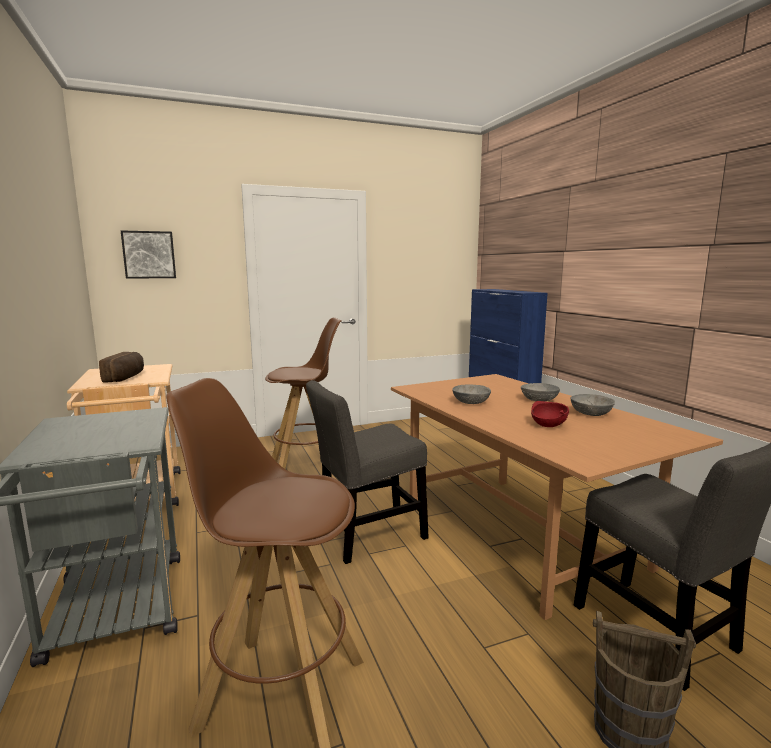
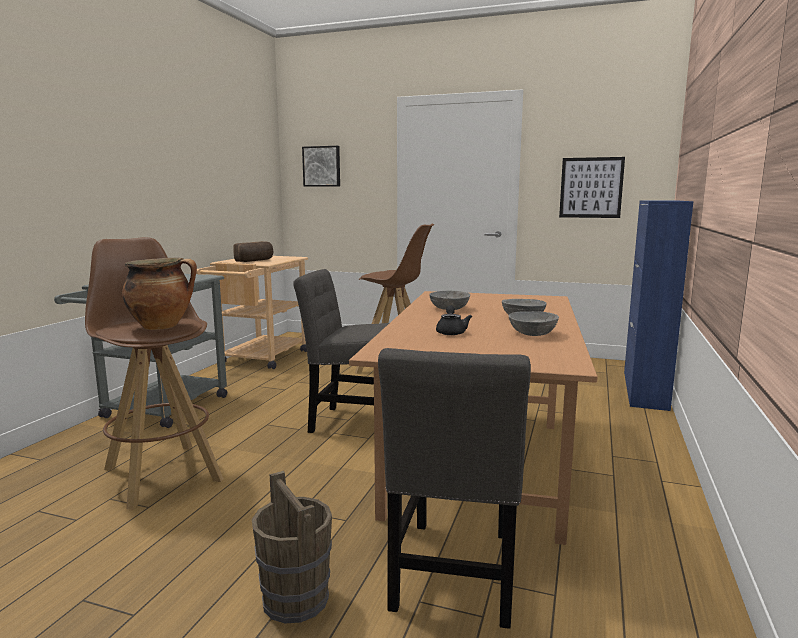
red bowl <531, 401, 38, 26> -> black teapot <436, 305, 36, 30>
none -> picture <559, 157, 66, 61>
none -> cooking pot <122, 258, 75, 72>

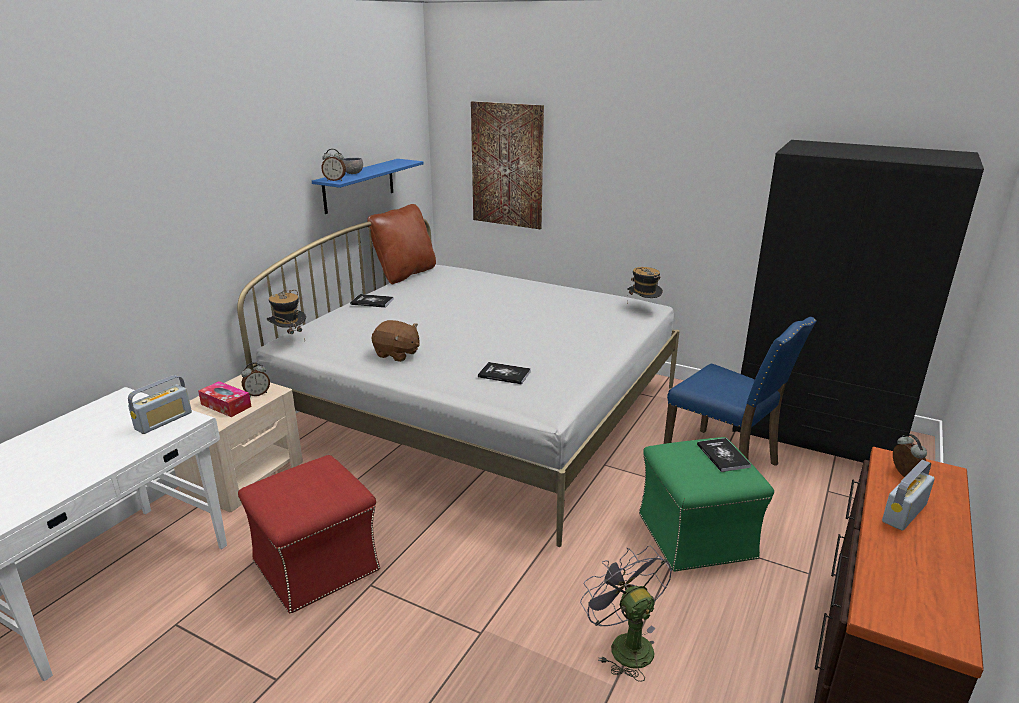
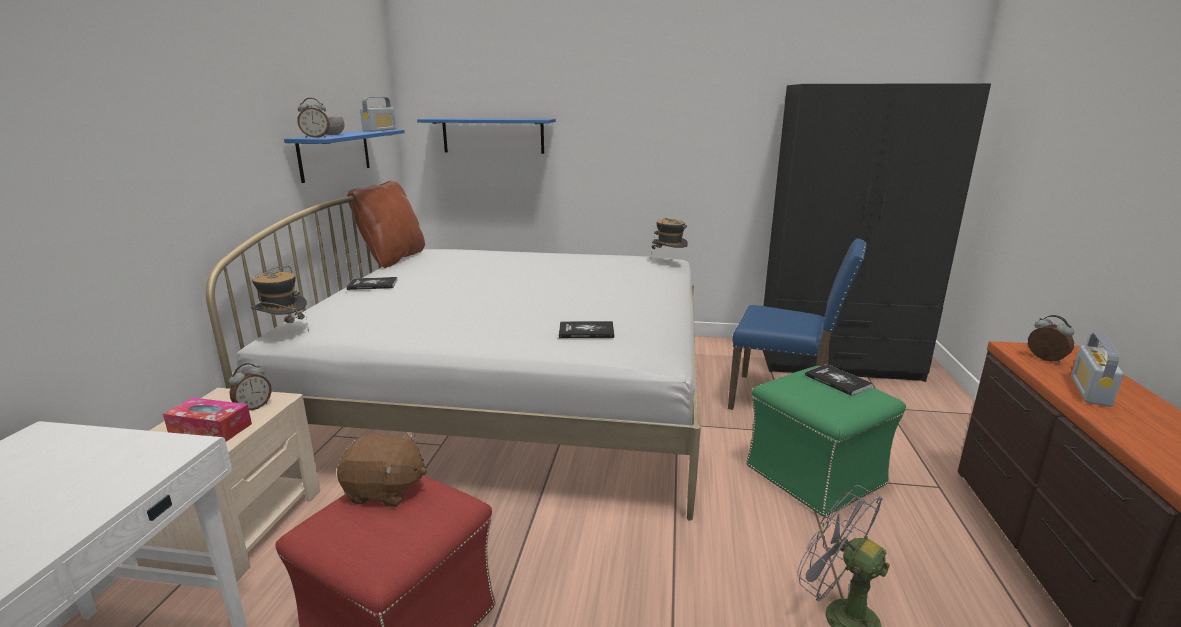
picture <471, 101, 73, 128> -> blue shelf <417, 118, 139, 36>
brown plush toy <372, 320, 48, 42> -> brown plush toy <337, 433, 90, 74>, moved
radio <128, 375, 64, 59> -> radio <360, 97, 36, 35>, moved

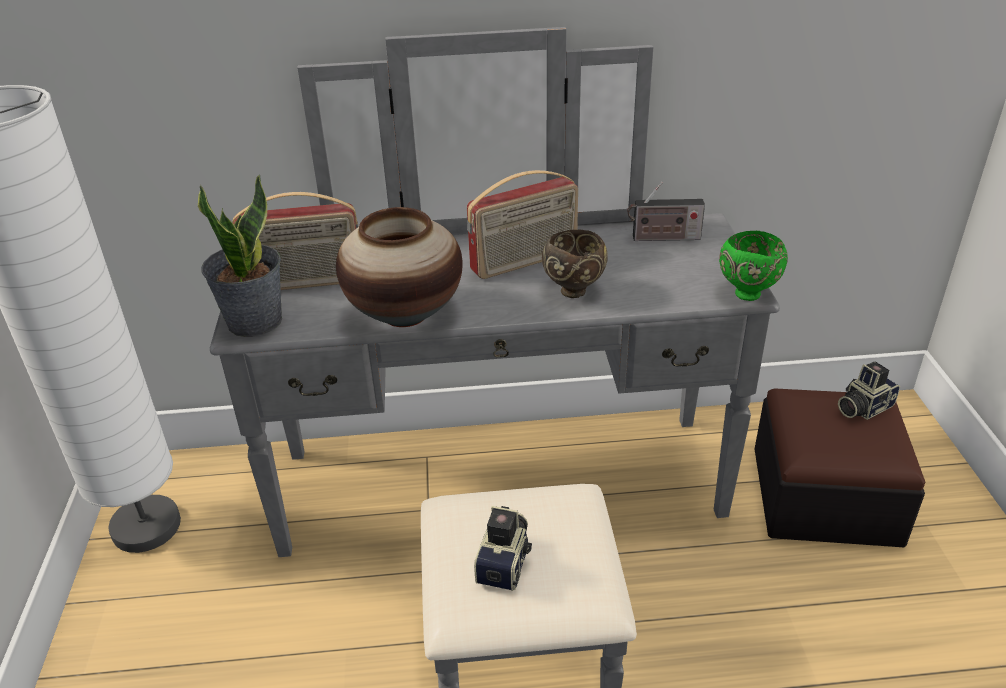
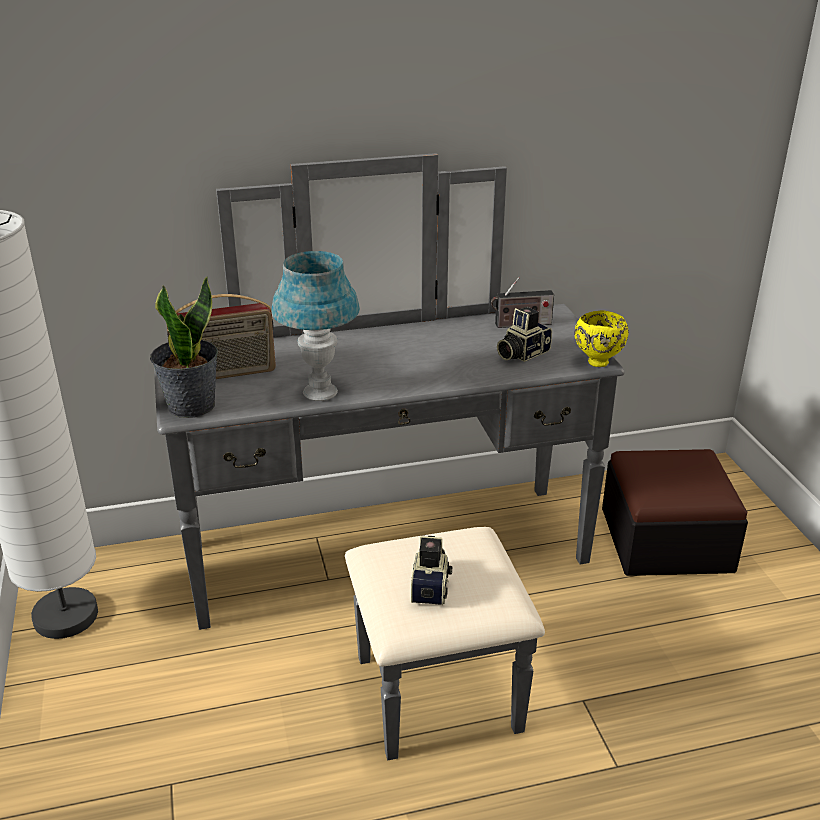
radio <467, 170, 111, 109> -> none
vase <336, 207, 127, 120> -> blue table lamp <272, 251, 88, 150>
brown bowl <542, 230, 66, 68> -> none
green bowl <719, 231, 69, 70> -> yellow bowl <574, 310, 55, 57>
photo camera <838, 361, 62, 59> -> photo camera <497, 307, 55, 55>, moved

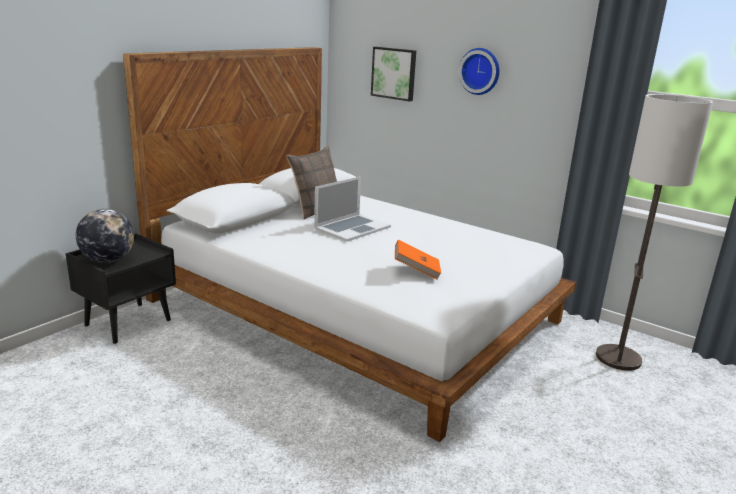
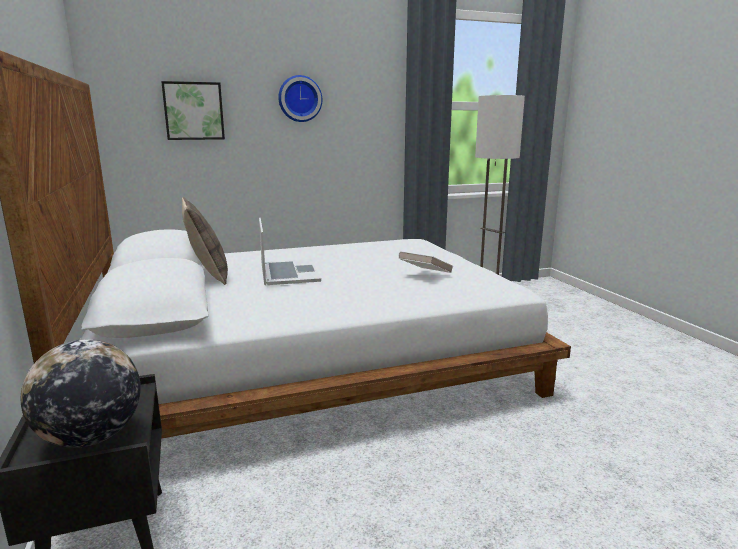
orange book <395, 240, 46, 40> -> white book <398, 251, 55, 22>

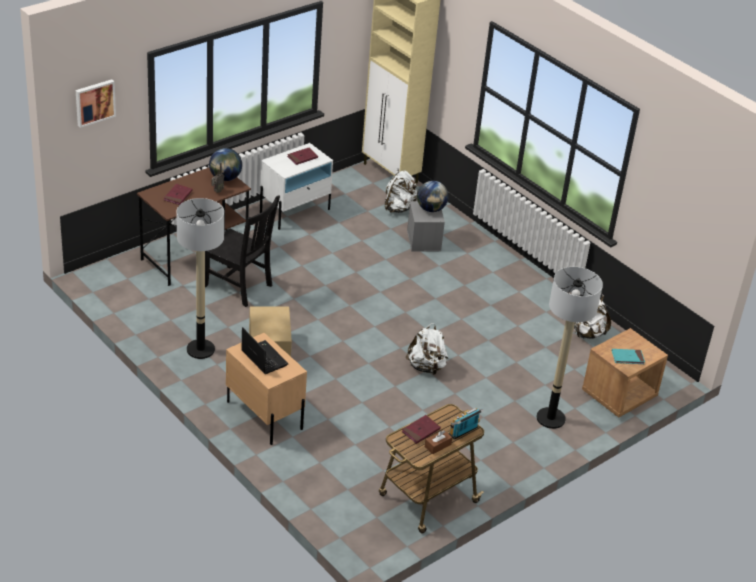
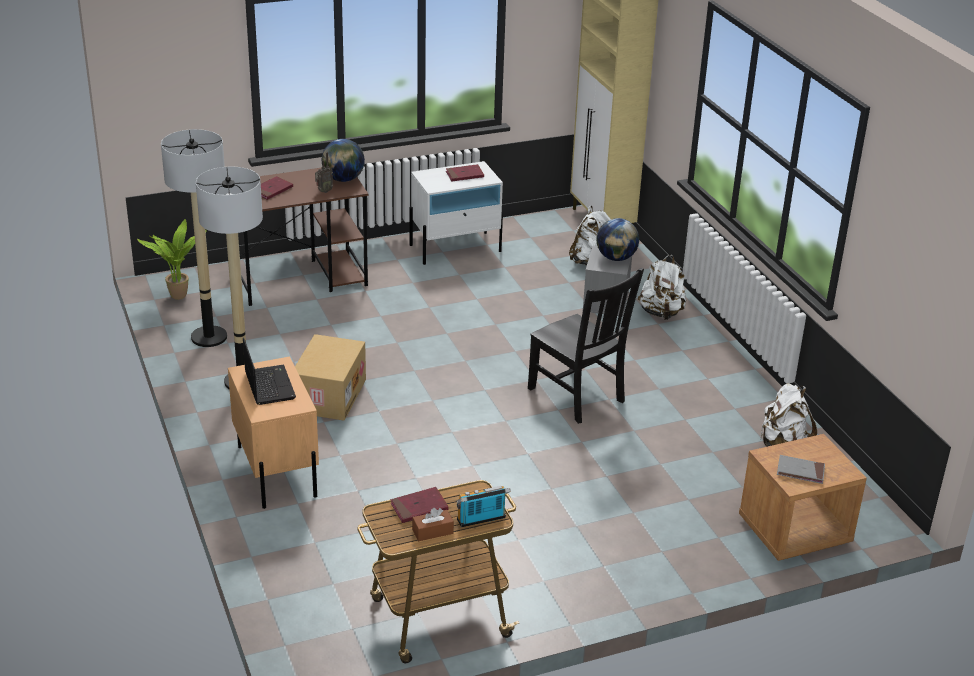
picture <76, 79, 40, 49> -> none
black chair <205, 195, 75, 112> -> black chair <528, 268, 116, 156>, moved
floor lamp <536, 267, 67, 162> -> floor lamp <161, 129, 66, 218>, moved
white backpack <406, 323, 43, 52> -> white backpack <638, 255, 48, 65>, moved
turquoise book <612, 349, 33, 15> -> grey book <777, 455, 48, 29>
none -> potted plant <137, 219, 70, 81>

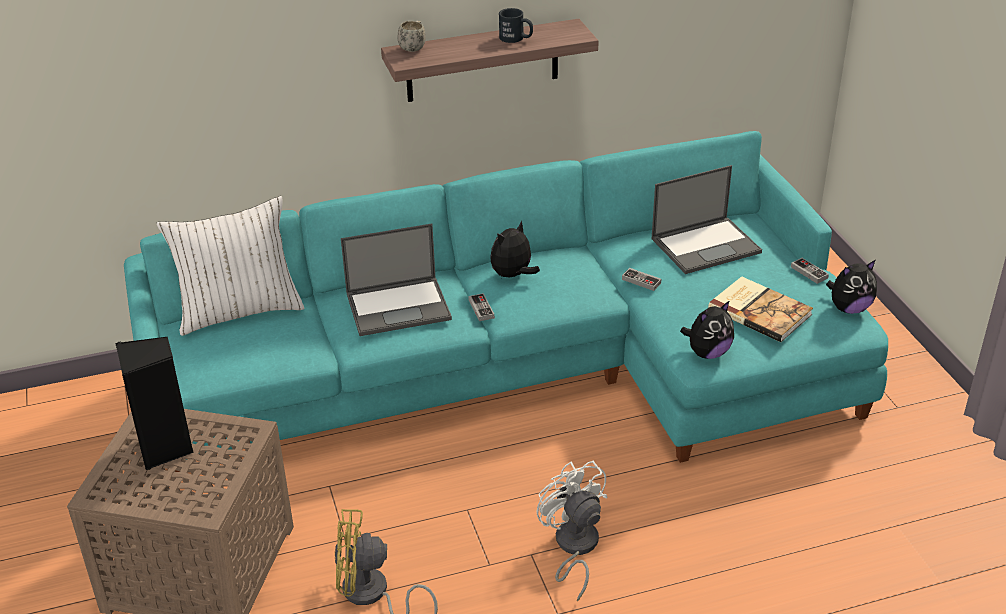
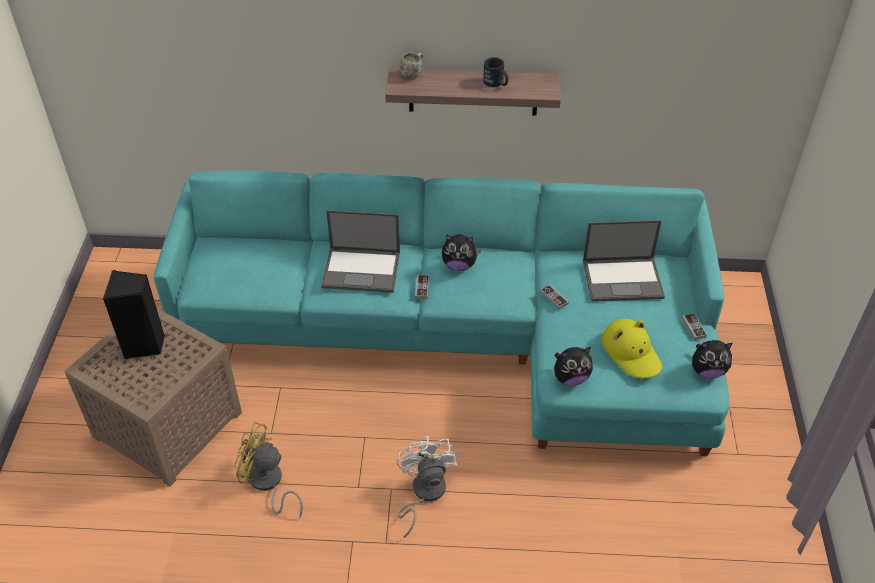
white pillow <157, 196, 147, 140> -> none
plush toy <490, 221, 50, 56> -> plush toy <442, 234, 39, 37>, 150 degrees counterclockwise
book <708, 276, 105, 66> -> yellow hat <602, 319, 60, 59>

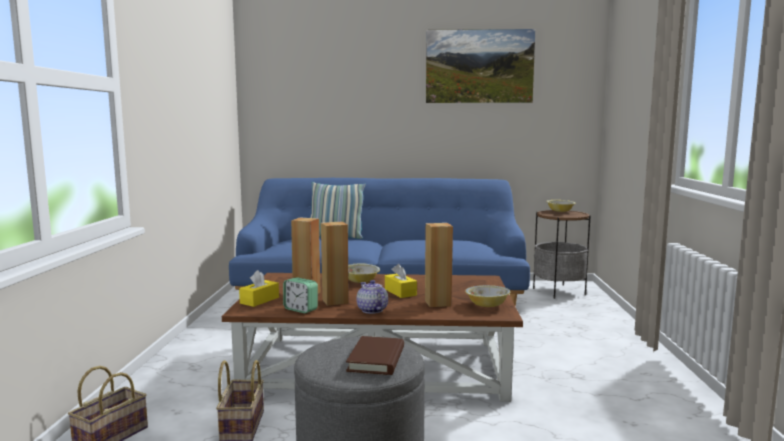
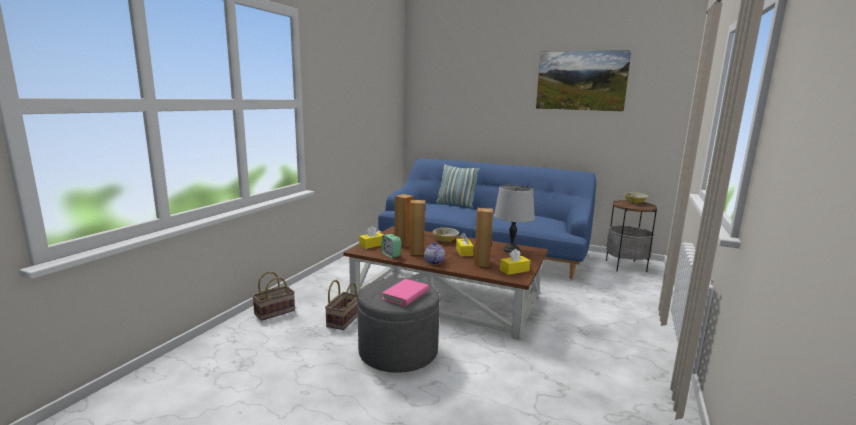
bowl <465, 285, 45, 22> -> yellow tissue box <500, 249, 30, 26>
brown book <346, 336, 58, 39> -> pink book <382, 279, 47, 27>
none -> grey table lamp <494, 185, 41, 68>

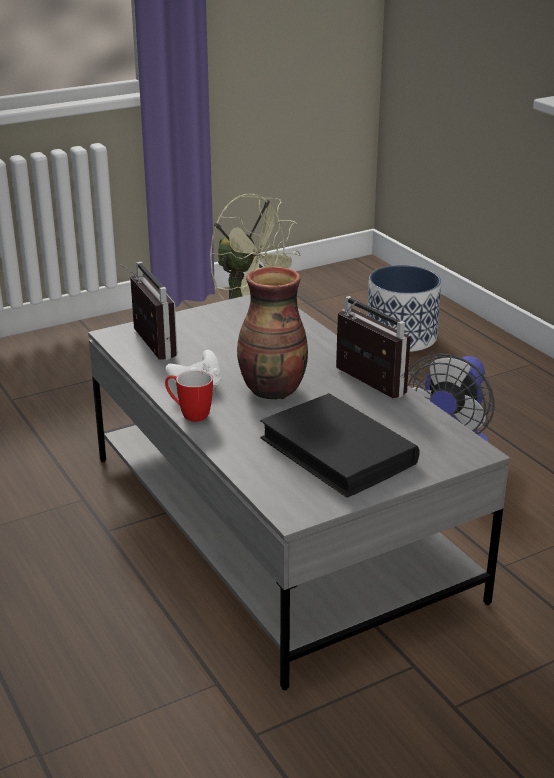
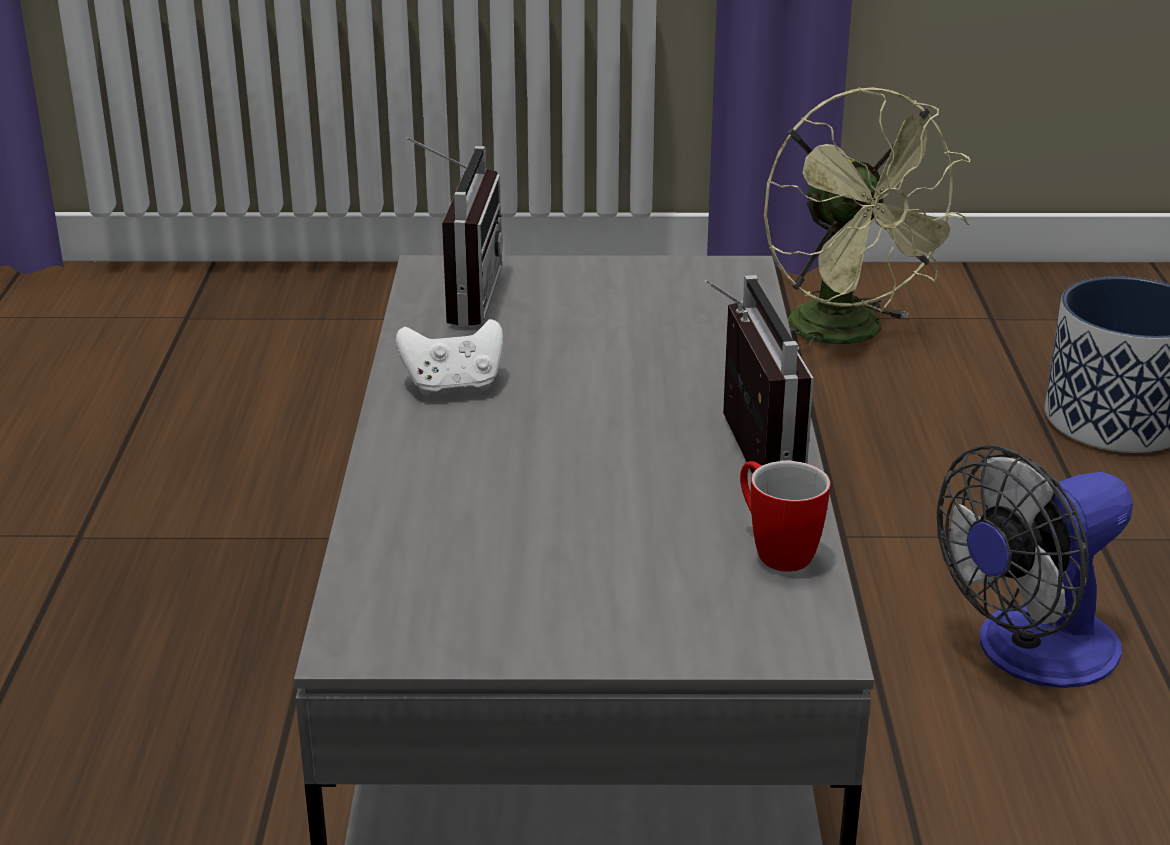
vase <237, 267, 71, 133> -> none
mug <165, 370, 48, 52> -> mug <740, 461, 91, 111>, moved
black book <260, 393, 160, 105> -> none

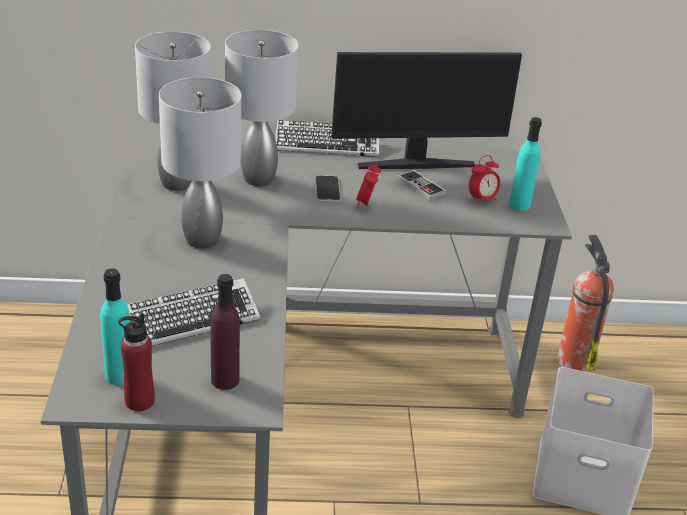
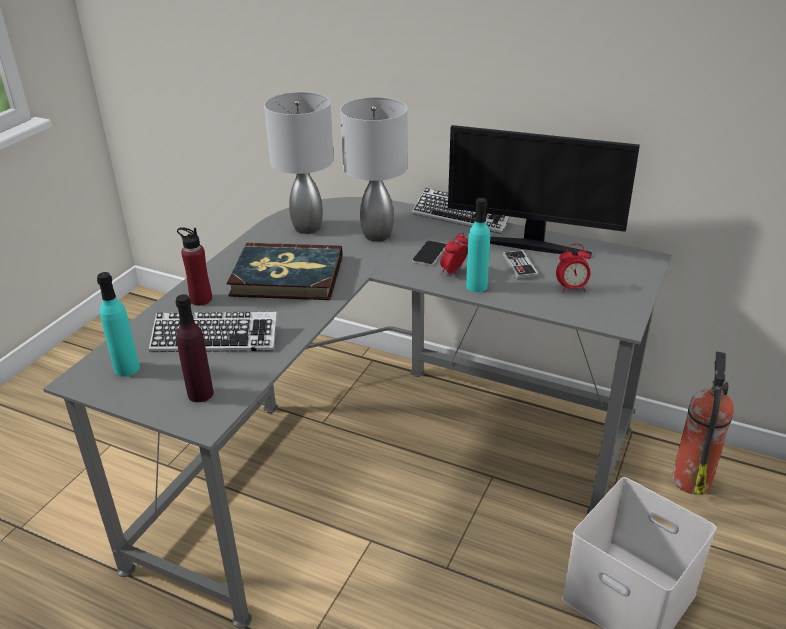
grey table lamp <159, 77, 82, 172> -> book <227, 243, 115, 57>
turquoise bottle <509, 117, 33, 94> -> turquoise bottle <466, 198, 24, 94>, moved
red bottle <118, 313, 37, 98> -> red bottle <177, 227, 35, 79>, moved

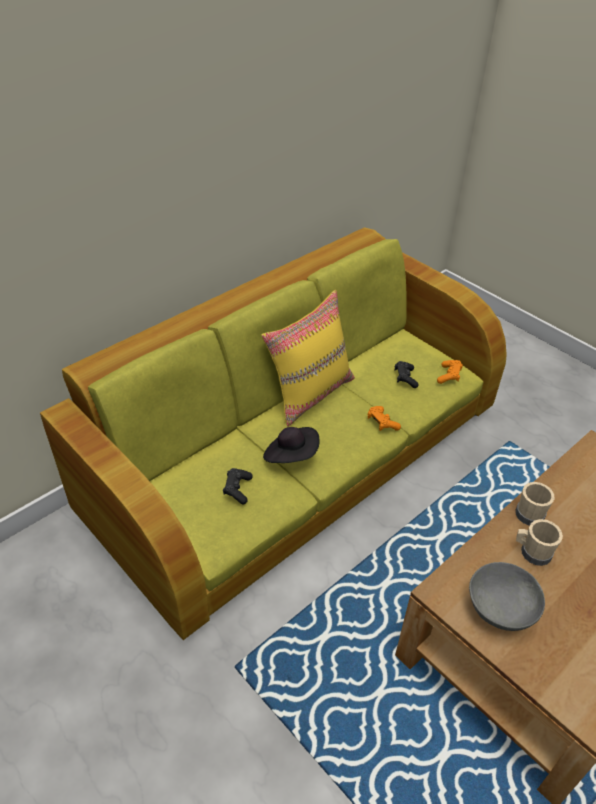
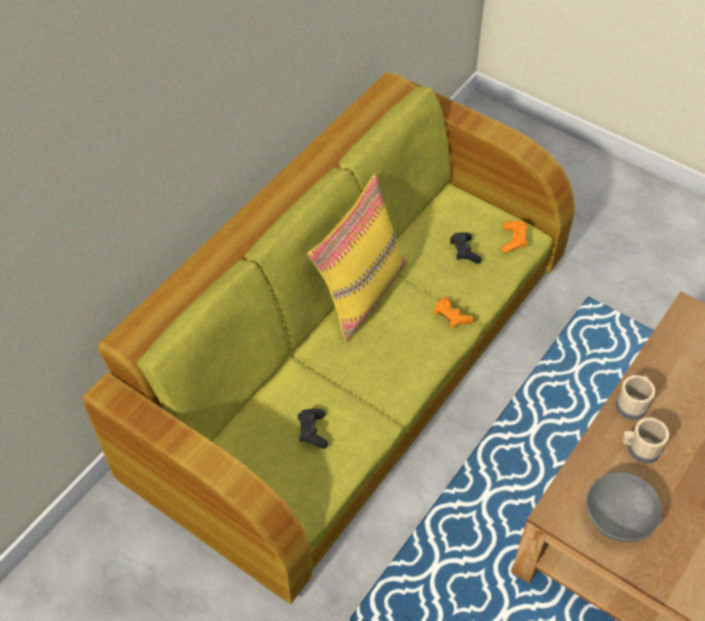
black hat <263, 427, 56, 36> -> none

